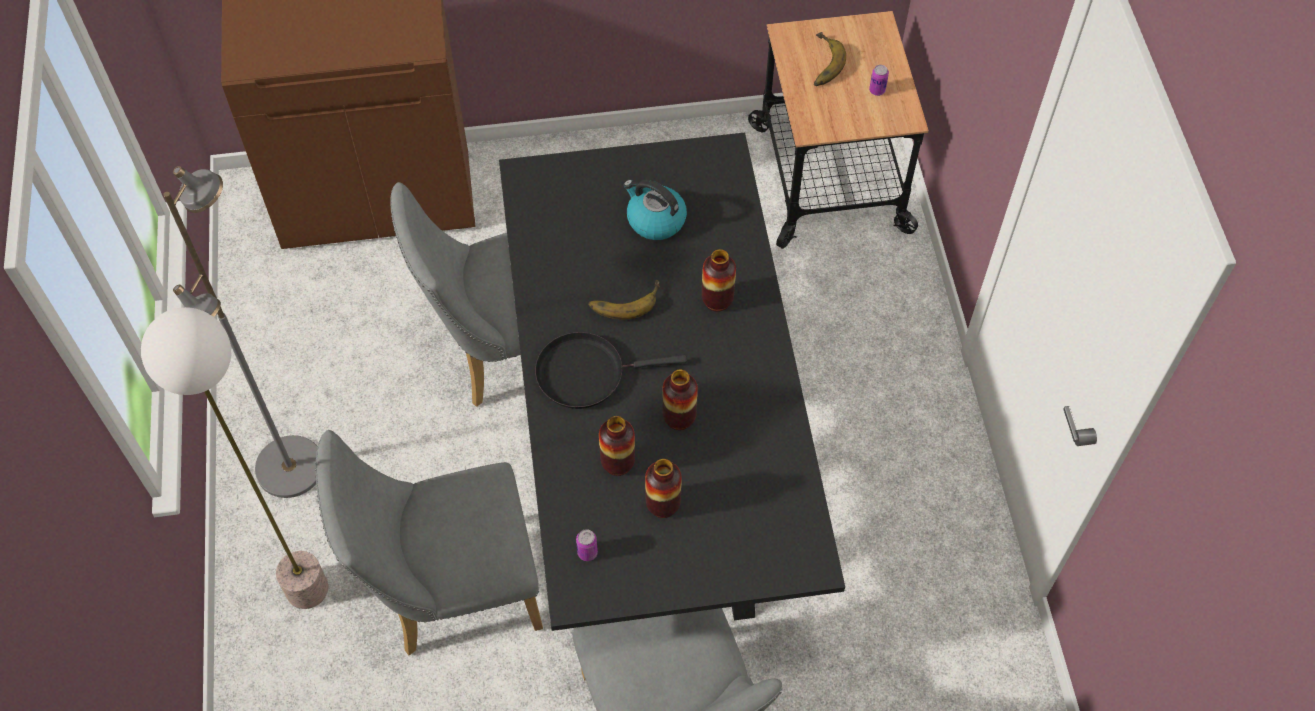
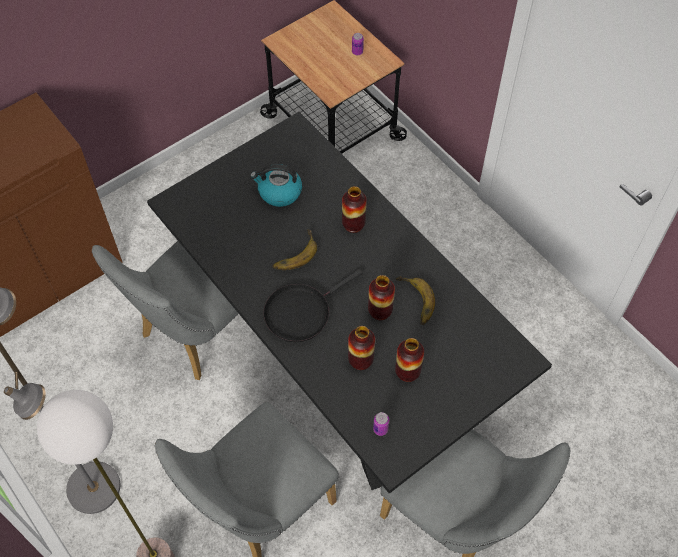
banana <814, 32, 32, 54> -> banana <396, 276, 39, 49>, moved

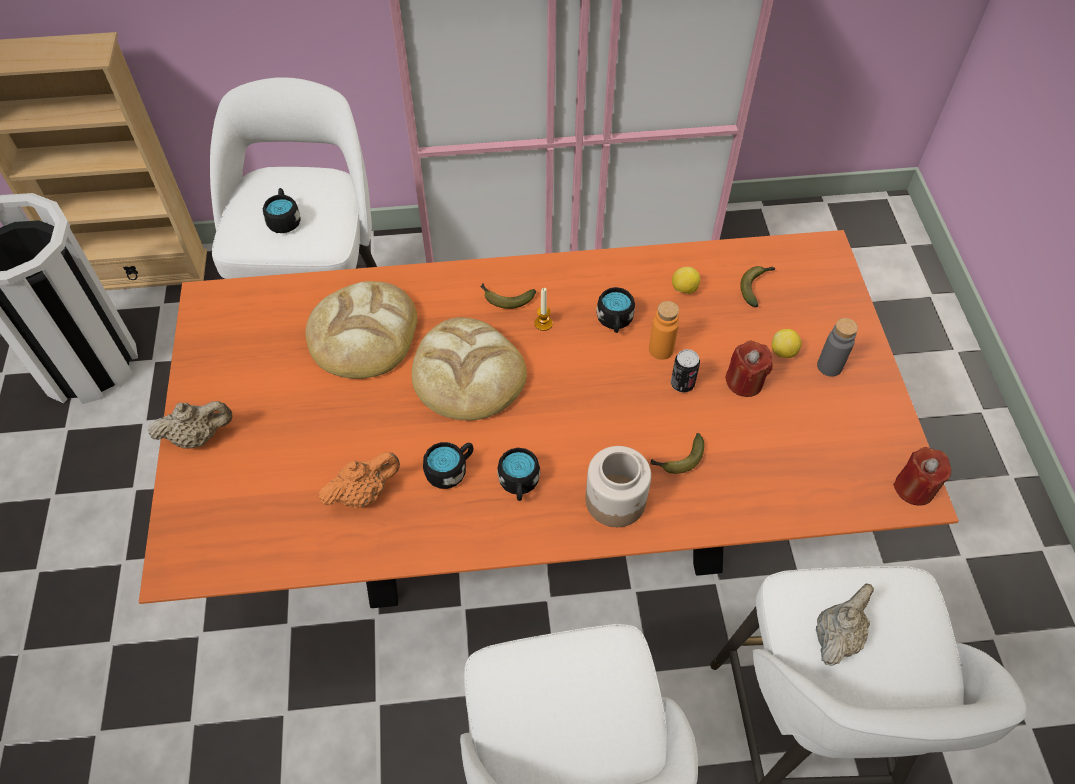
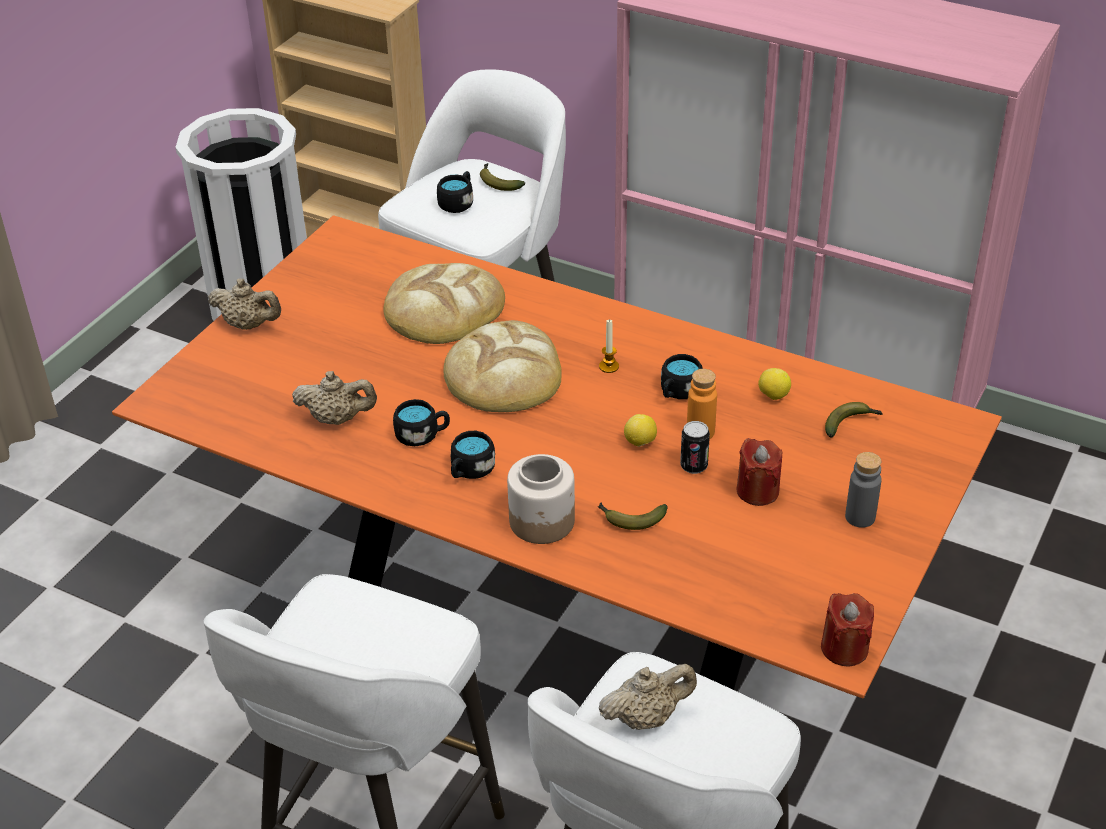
banana <480, 283, 56, 26> -> banana <480, 163, 45, 28>, moved
lemon <772, 329, 30, 29> -> lemon <624, 414, 33, 33>, moved
orange teapot <319, 452, 81, 56> -> beige teapot <292, 371, 85, 54>

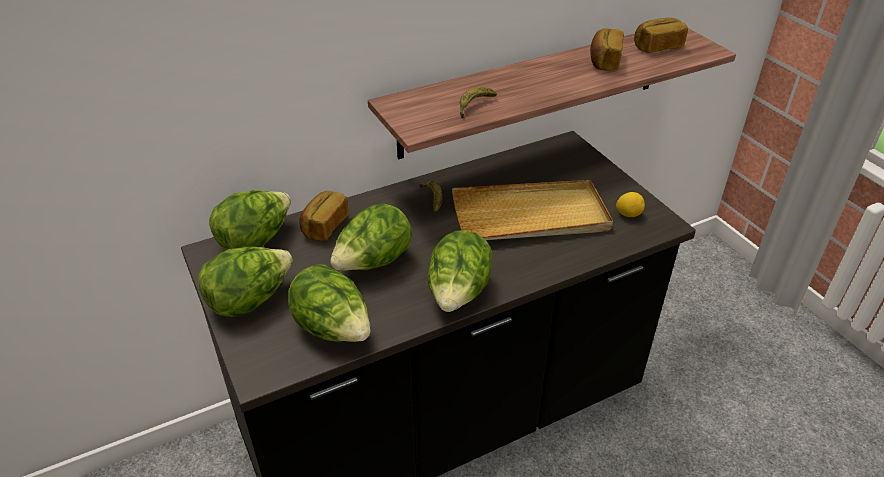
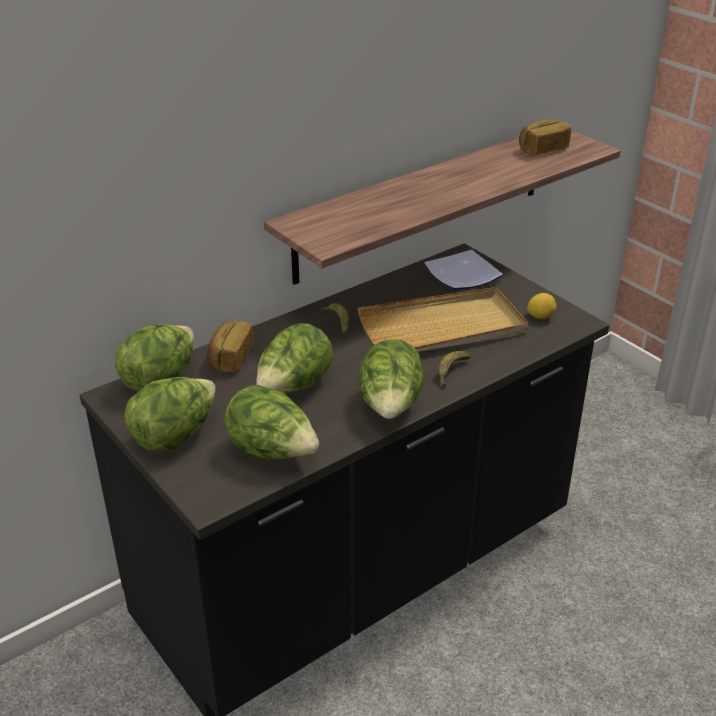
bread <590, 28, 34, 43> -> none
banana <460, 87, 37, 31> -> banana <438, 351, 33, 38>, moved
none -> plate <424, 250, 79, 40>

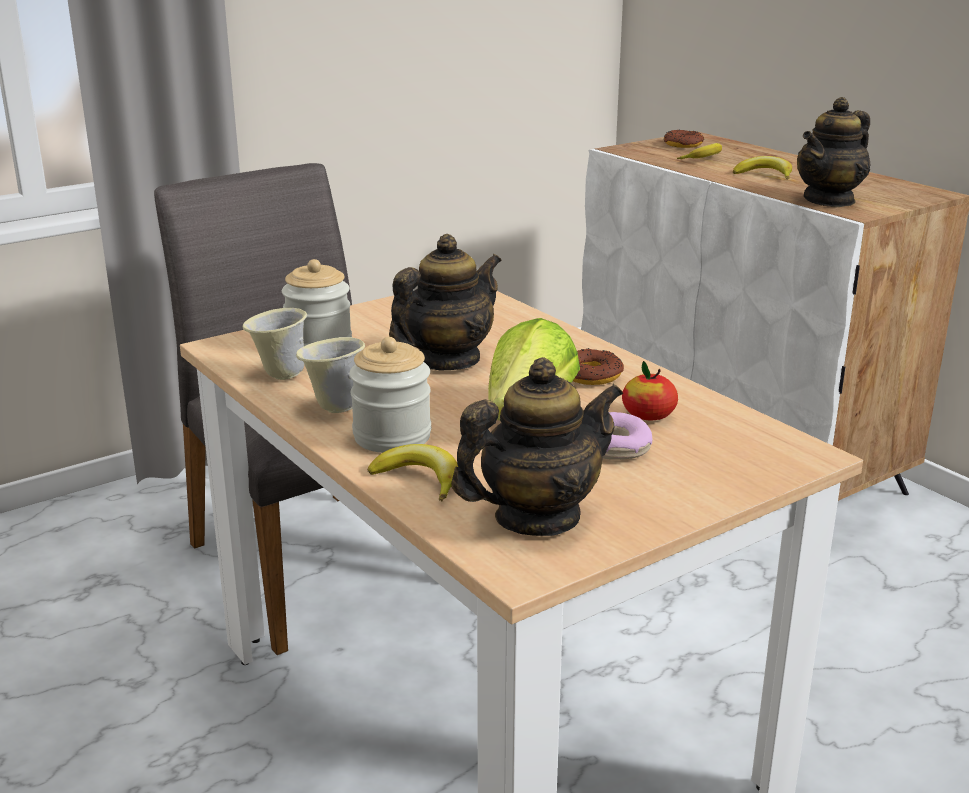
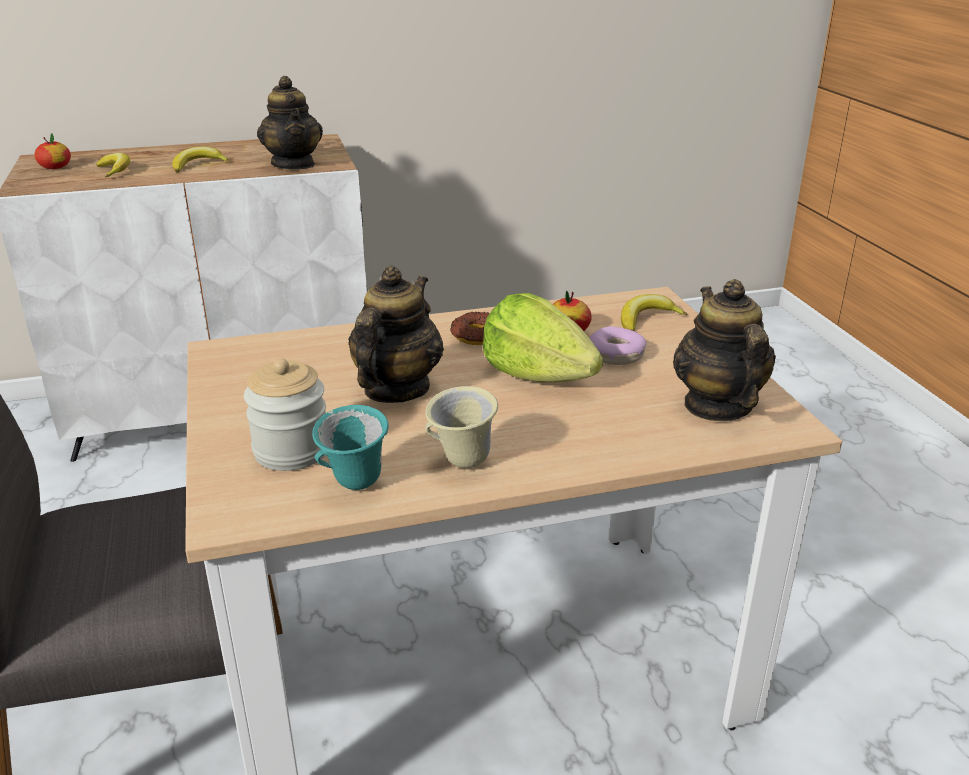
donut <664, 130, 40, 18> -> apple <34, 133, 37, 36>
teapot <389, 234, 113, 136> -> teapot <348, 266, 96, 137>, 45 degrees clockwise
beige mug <243, 308, 64, 72> -> turquoise mug <312, 405, 77, 85>
jar <349, 337, 82, 116> -> none
banana <367, 444, 91, 57> -> banana <621, 294, 66, 37>, moved

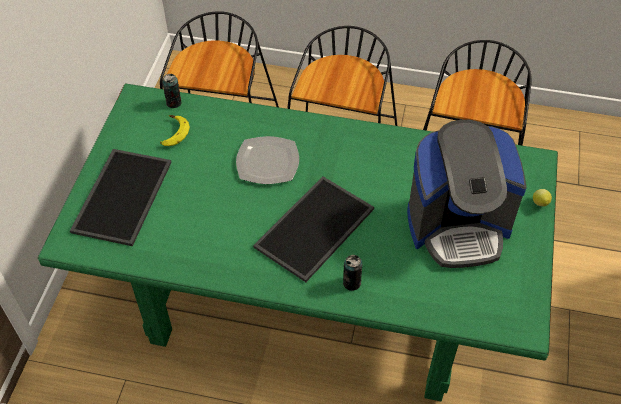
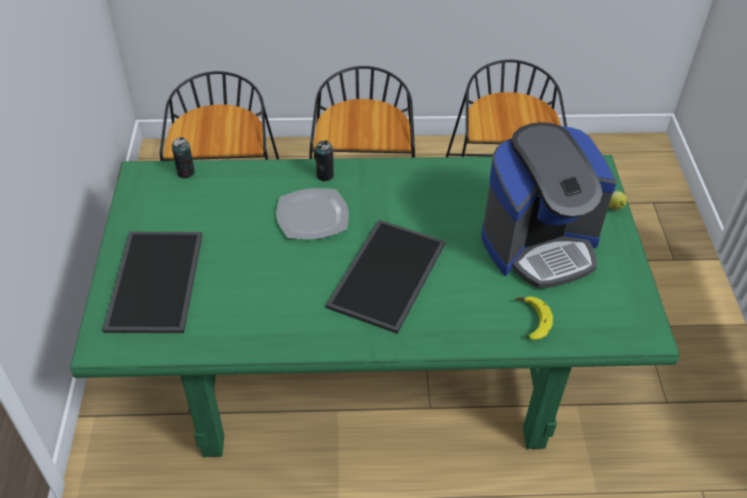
banana <160, 115, 30, 31> -> banana <515, 297, 38, 43>, moved
can <343, 255, 20, 36> -> can <315, 141, 19, 40>, moved

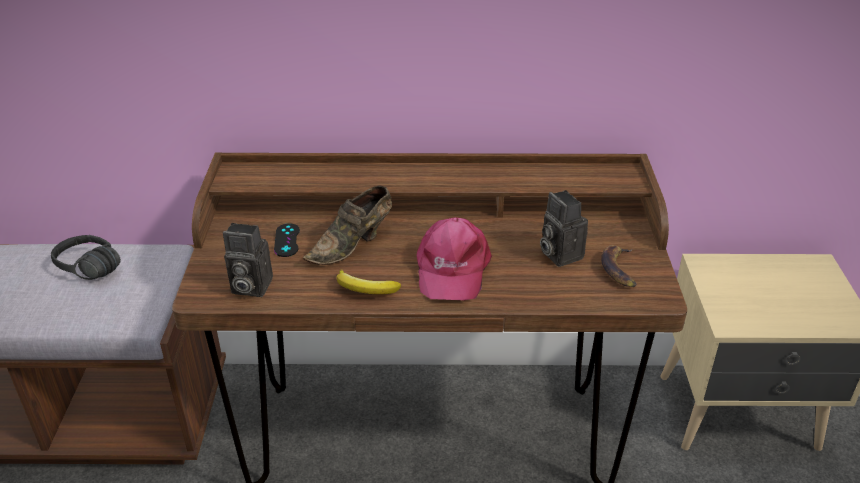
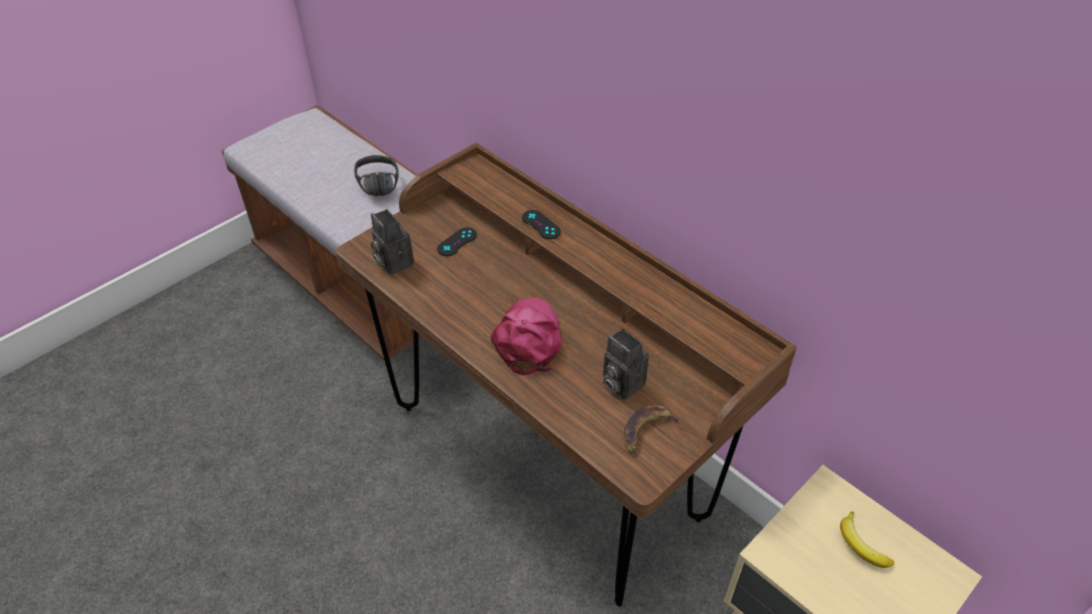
brown shoe <303, 186, 89, 79> -> none
photo camera <540, 190, 48, 77> -> photo camera <603, 329, 46, 71>, 60 degrees counterclockwise
pink cap <417, 217, 75, 83> -> pink cap <490, 298, 72, 78>, 135 degrees clockwise
banana <337, 270, 64, 24> -> banana <840, 511, 54, 57>, moved
none -> black game controller <522, 210, 39, 29>

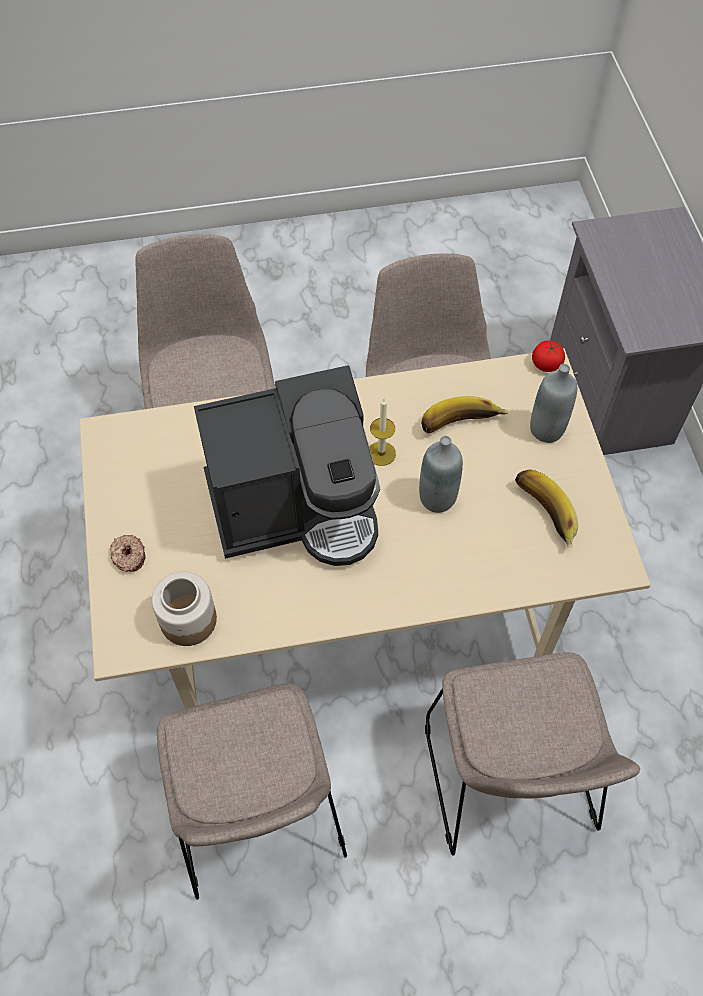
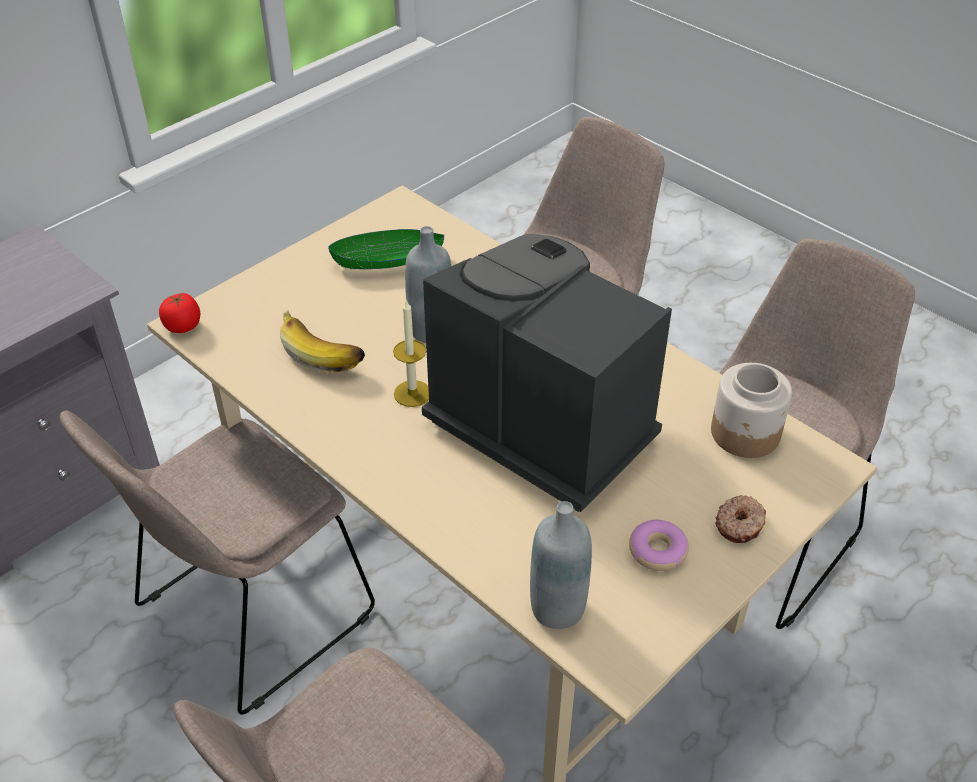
grey bottle <530, 364, 47, 79> -> grey bottle <530, 501, 62, 128>, moved
banana <515, 469, 63, 79> -> green bowl <328, 229, 116, 41>
none -> donut <629, 520, 60, 51>

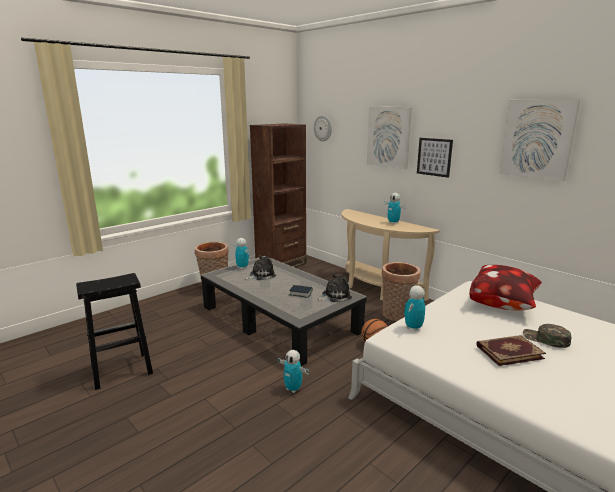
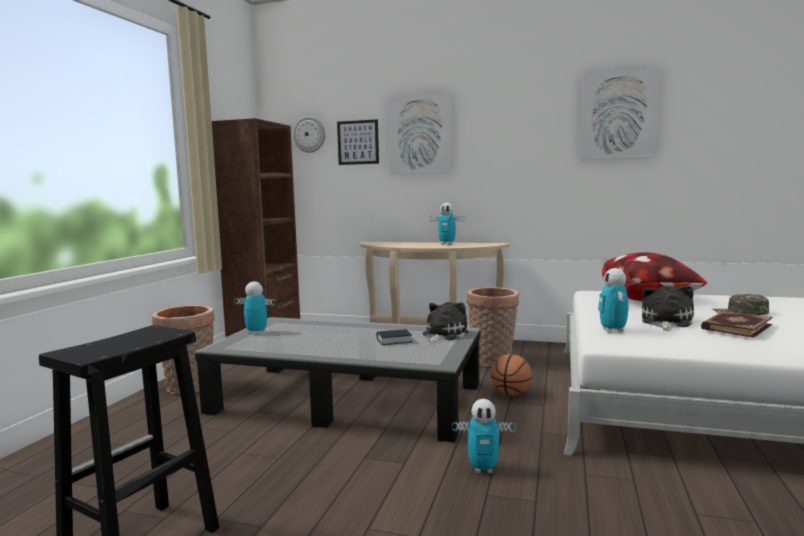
picture <417, 138, 36, 40> -> picture <337, 119, 42, 46>, moved
plush toy <245, 255, 31, 25> -> plush toy <642, 286, 52, 45>, moved

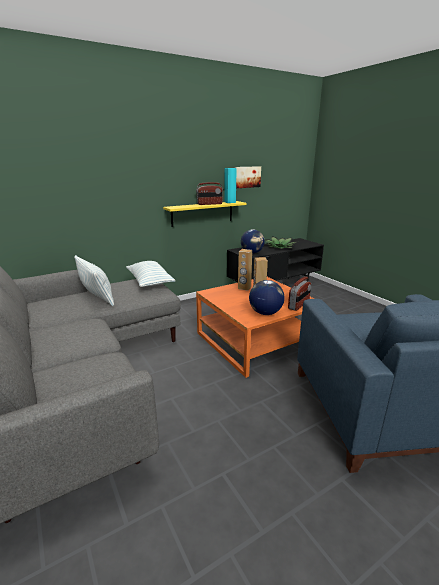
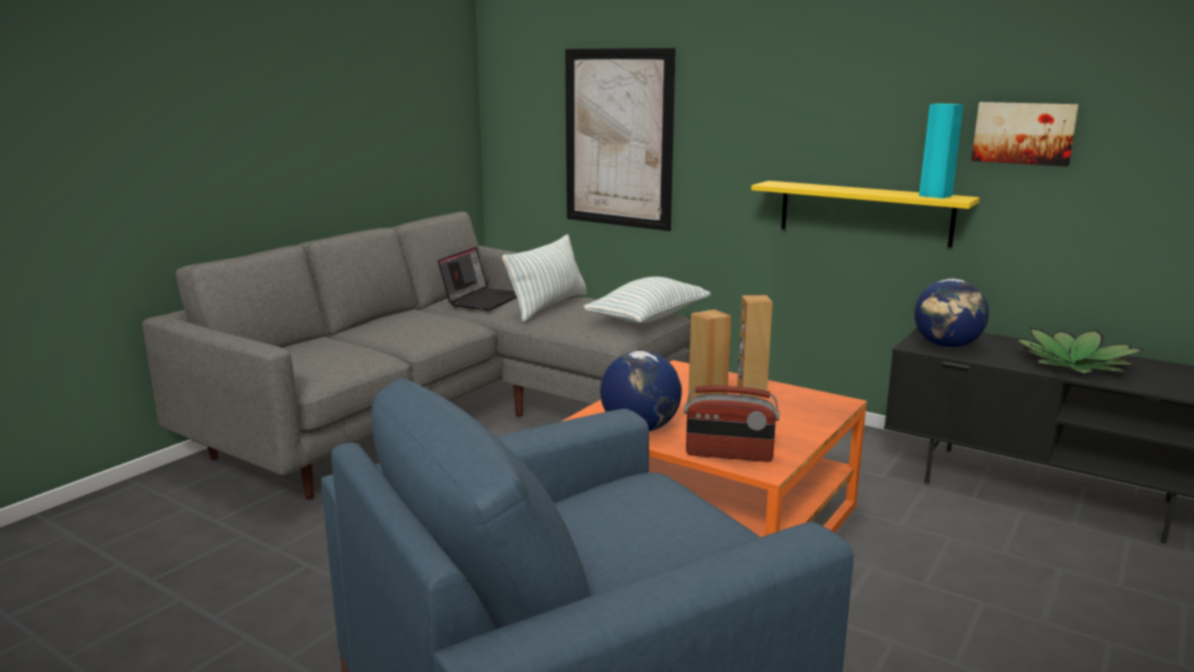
radio <196, 182, 27, 23> -> none
none -> picture <565, 48, 111, 183>
none -> laptop <438, 247, 79, 64>

